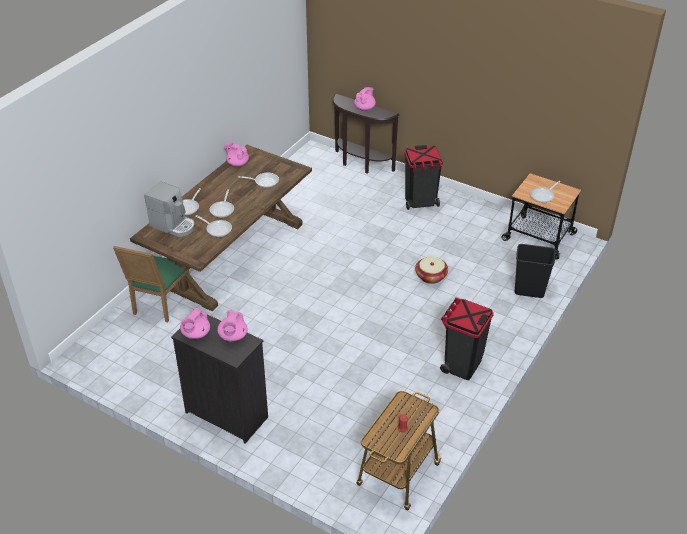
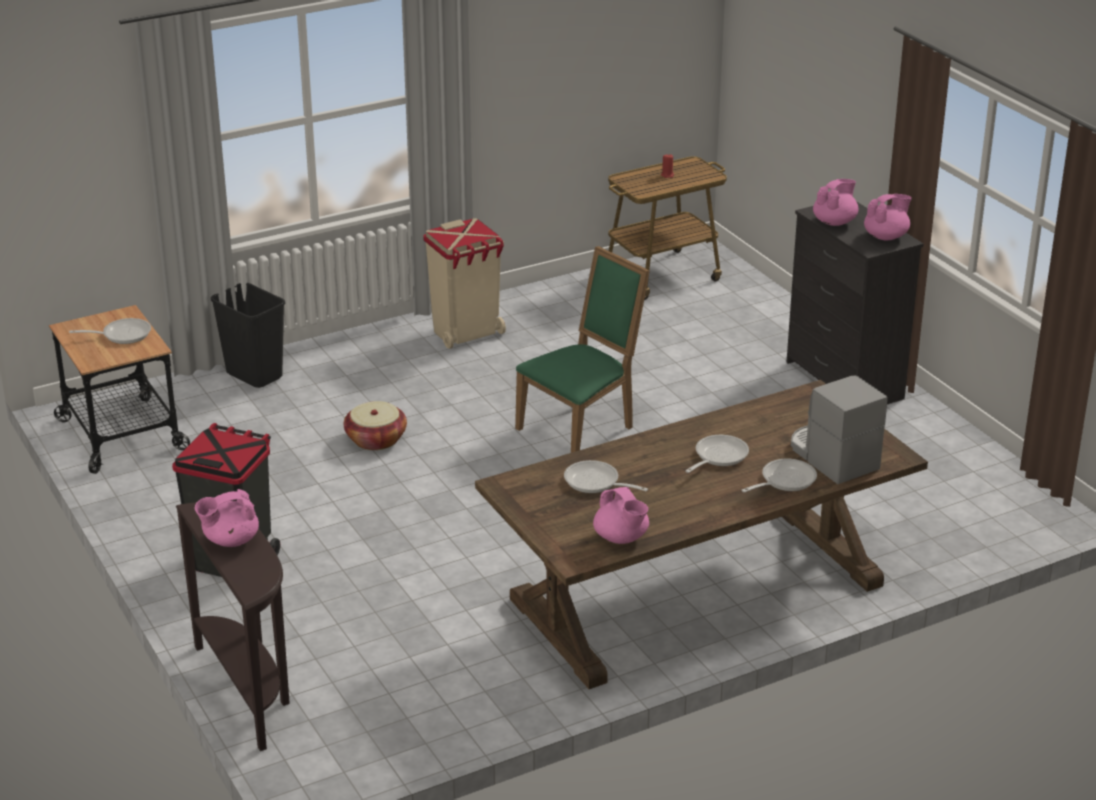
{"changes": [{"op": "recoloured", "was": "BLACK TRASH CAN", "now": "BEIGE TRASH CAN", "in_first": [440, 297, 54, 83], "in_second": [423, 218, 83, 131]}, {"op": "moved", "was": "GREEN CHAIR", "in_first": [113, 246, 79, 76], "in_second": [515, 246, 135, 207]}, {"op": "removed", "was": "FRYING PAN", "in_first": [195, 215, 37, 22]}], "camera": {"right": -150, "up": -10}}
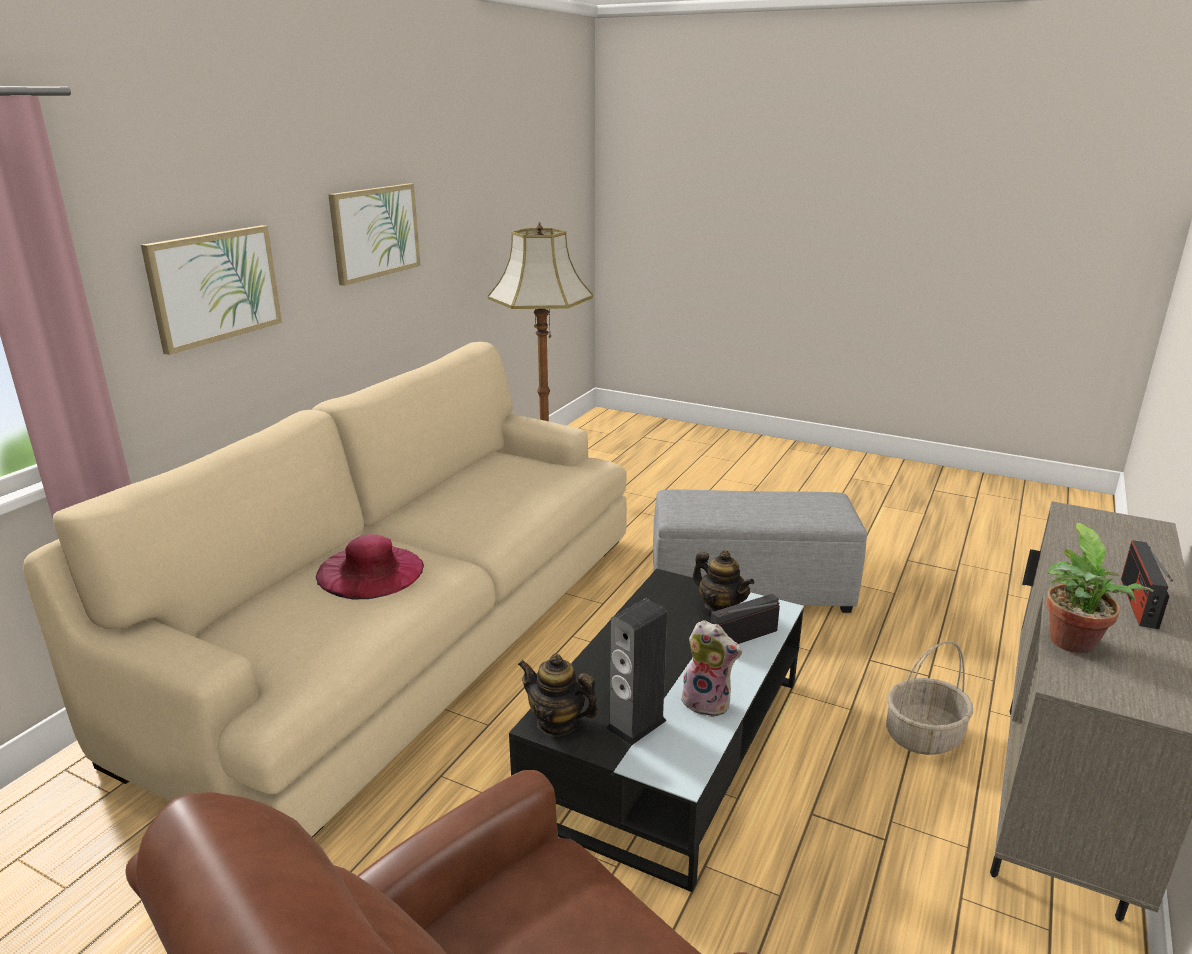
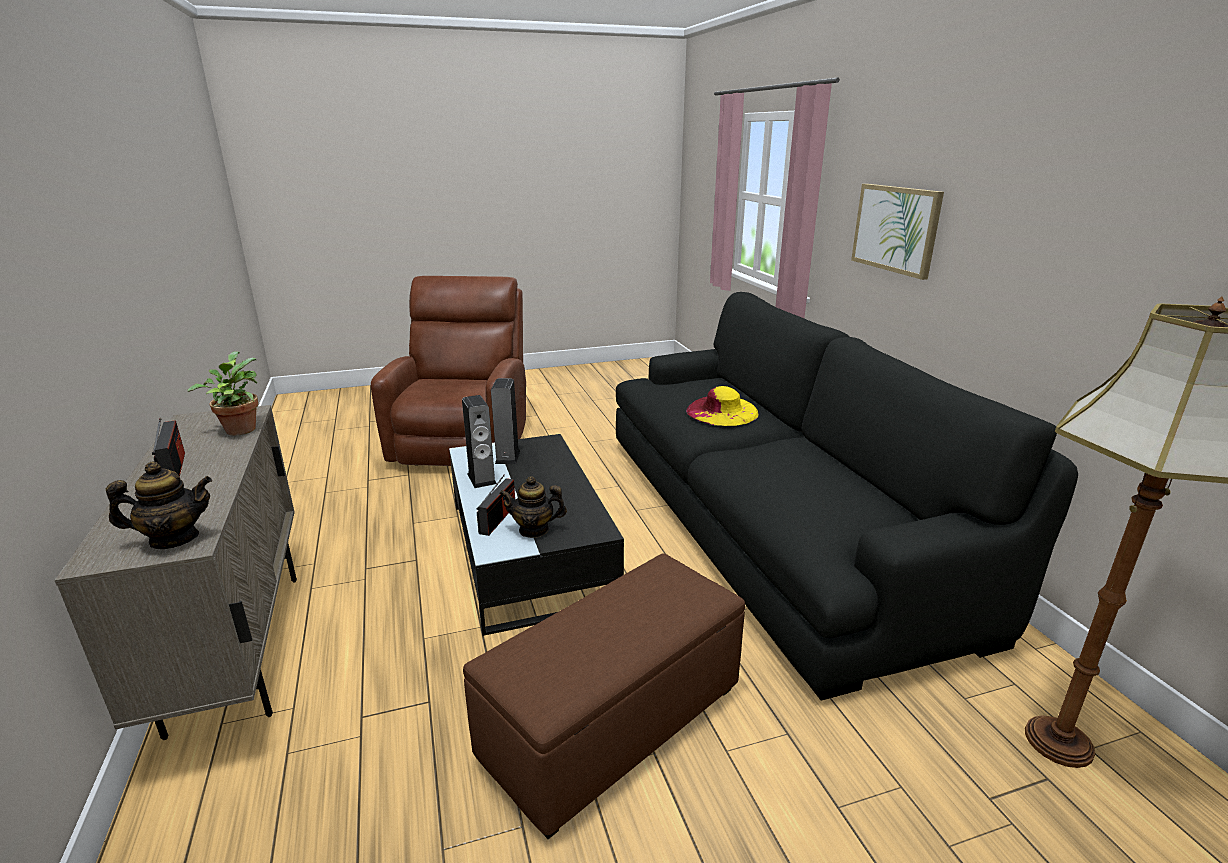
{"changes": [{"op": "moved", "was": "TEAPOT", "in_first": [518, 654, 81, 83], "in_second": [106, 461, 106, 88]}, {"op": "replaced", "was": "PLUSH TOY", "now": "SPEAKER", "in_first": [681, 620, 61, 98], "in_second": [462, 395, 35, 93]}, {"op": "recoloured", "was": "GREY OTTOMAN", "now": "BROWN OTTOMAN", "in_first": [653, 490, 214, 123], "in_second": [463, 553, 282, 286]}, {"op": "recoloured", "was": "BEIGE SOFA", "now": "BLACK SOFA", "in_first": [23, 342, 604, 496], "in_second": [616, 292, 462, 409]}, {"op": "recoloured", "was": "PINK HAT", "now": "YELLOW HAT", "in_first": [316, 534, 108, 66], "in_second": [686, 386, 73, 40]}, {"op": "removed", "was": "PICTURE", "in_first": [328, 183, 92, 103]}, {"op": "removed", "was": "BASKET", "in_first": [886, 641, 87, 114]}], "camera": {"right": 135, "up": 0}}
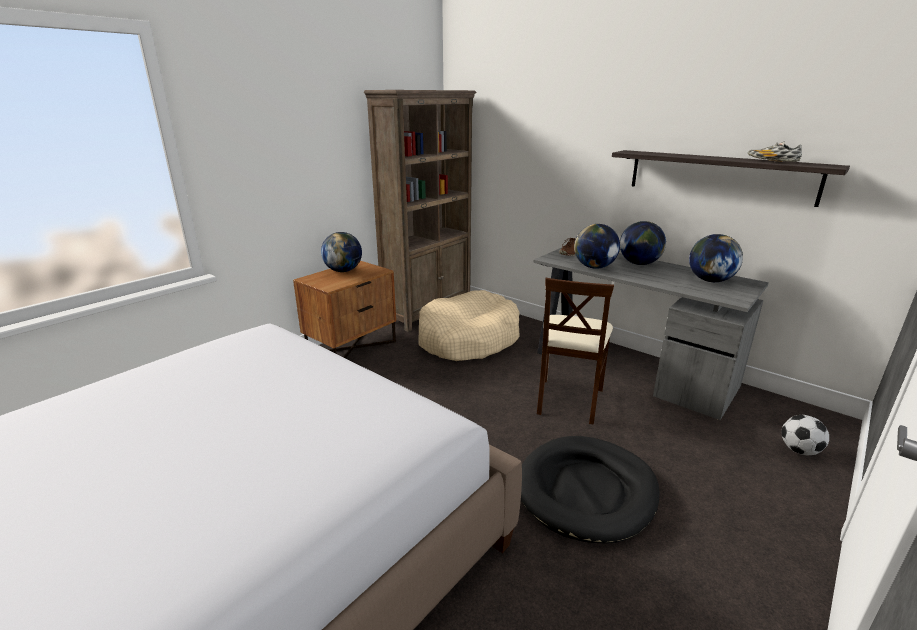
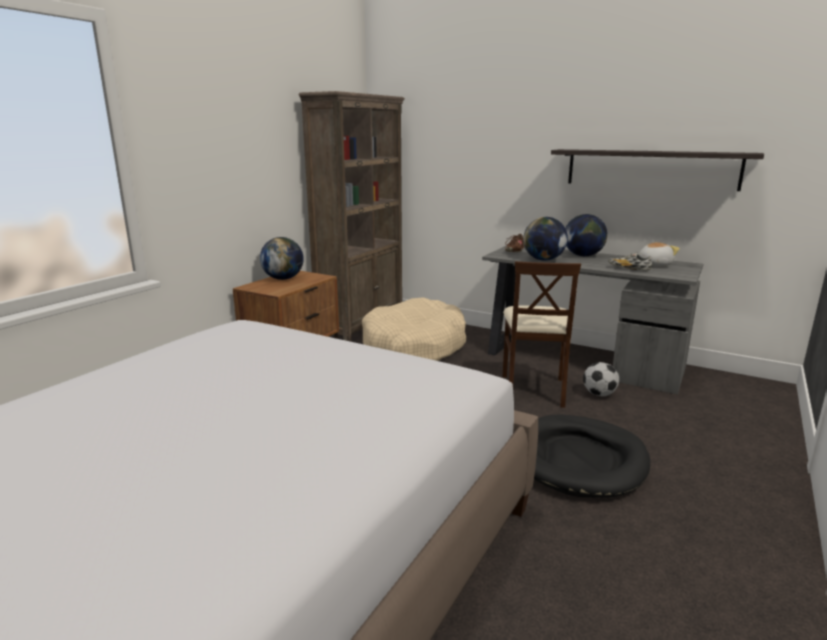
{"changes": [{"op": "moved", "was": "FOOTBALL", "in_first": [781, 415, 48, 40], "in_second": [583, 362, 36, 35]}, {"op": "moved", "was": "SHOE", "in_first": [748, 141, 54, 21], "in_second": [608, 252, 44, 19]}, {"op": "replaced", "was": "GLOBE", "now": "PLUSH TOY", "in_first": [689, 234, 54, 48], "in_second": [638, 242, 42, 24]}], "camera": {"right": -10, "up": -5}}
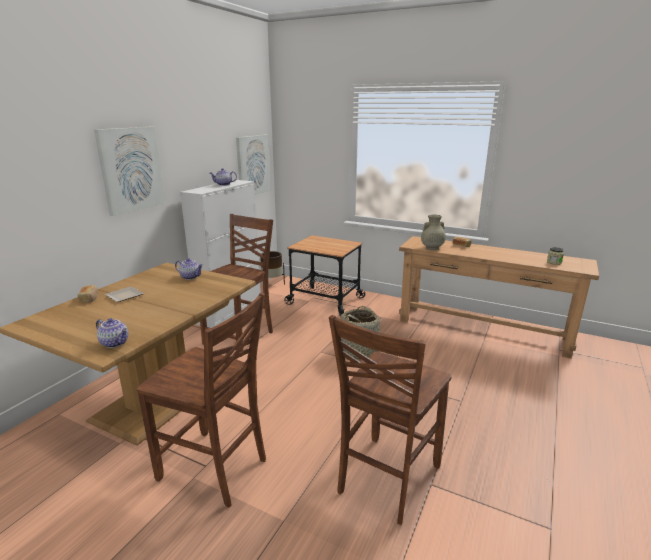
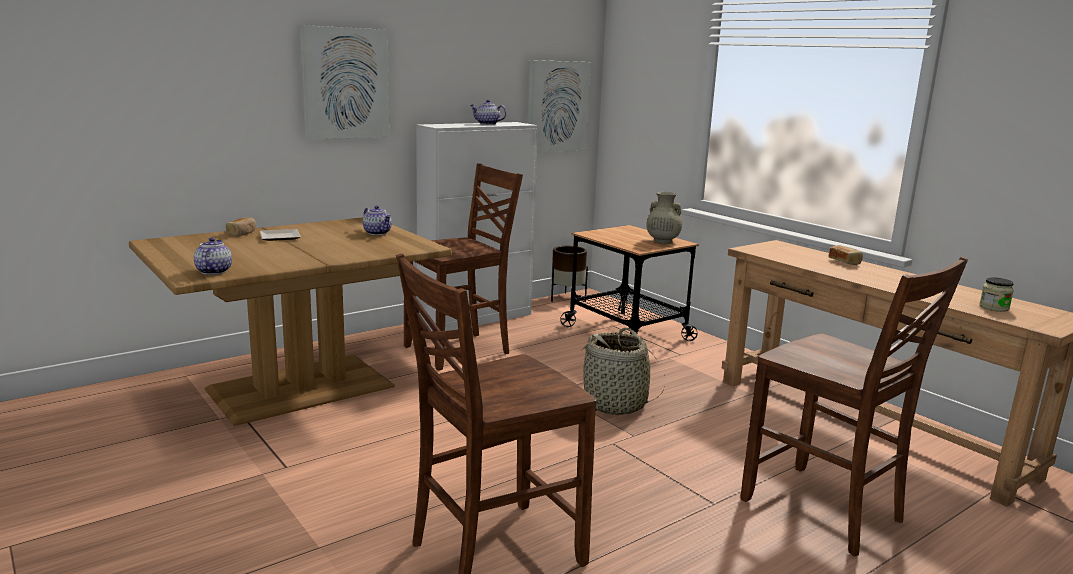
{"changes": [{"op": "turned", "was": "TEAPOT", "in_first": [96, 318, 32, 30], "in_second": [194, 237, 38, 38], "clockwise": -150}, {"op": "moved", "was": "BEIGE VASE", "in_first": [421, 215, 25, 35], "in_second": [647, 192, 35, 52]}, {"op": "moved", "was": "BROWN CHAIR", "in_first": [136, 293, 130, 215], "in_second": [740, 256, 228, 300]}], "camera": {"right": 25, "up": -5}}
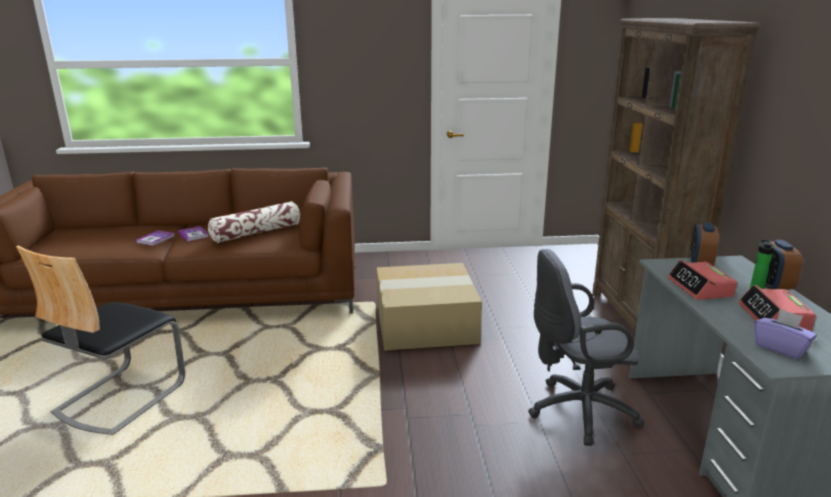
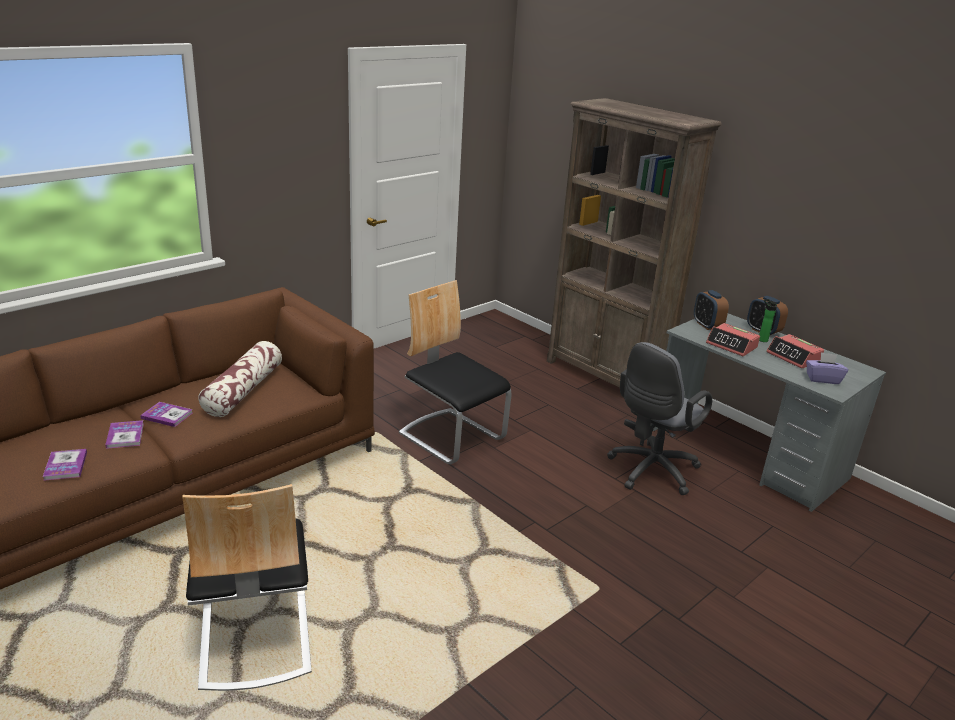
{"changes": [{"op": "added", "now": "BOOK", "in_second": [43, 449, 44, 32]}, {"op": "replaced", "was": "CARDBOARD BOX", "now": "CHAIR", "in_first": [377, 263, 105, 88], "in_second": [399, 280, 113, 184]}], "camera": {"right": -40, "up": 5}}
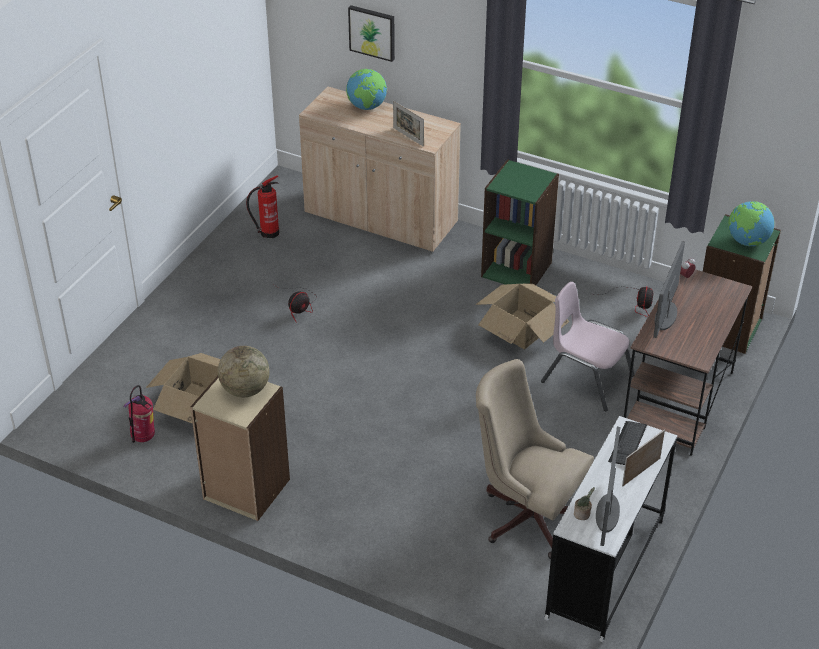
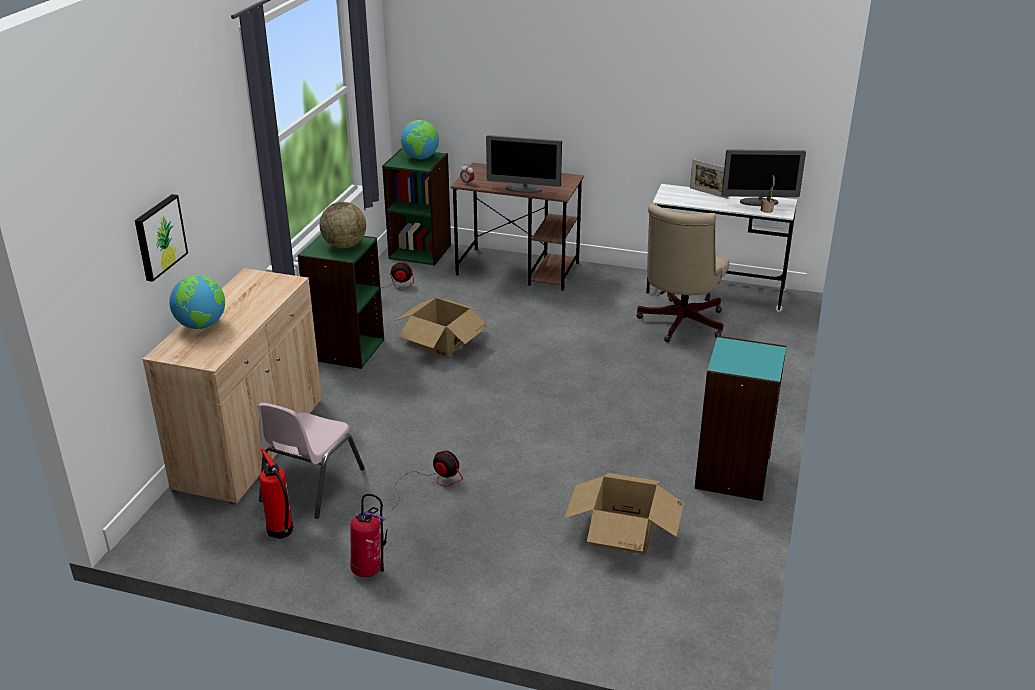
{"changes": [{"op": "moved", "was": "PINK CHAIR", "in_first": [541, 282, 93, 129], "in_second": [258, 403, 107, 116]}, {"op": "moved", "was": "GLOBE", "in_first": [218, 346, 52, 51], "in_second": [320, 202, 46, 46]}, {"op": "moved", "was": "FIRE EXTINGUISHER", "in_first": [123, 385, 32, 58], "in_second": [350, 494, 38, 83]}, {"op": "recoloured", "was": "BEIGE BOOKCASE", "now": "TURQUOISE BOOKCASE", "in_first": [190, 376, 100, 145], "in_second": [694, 336, 92, 165]}, {"op": "removed", "was": "PICTURE FRAME", "in_first": [393, 101, 31, 46]}, {"op": "removed", "was": "KEYBOARD", "in_first": [608, 421, 39, 44]}], "camera": {"right": -100, "up": -10}}
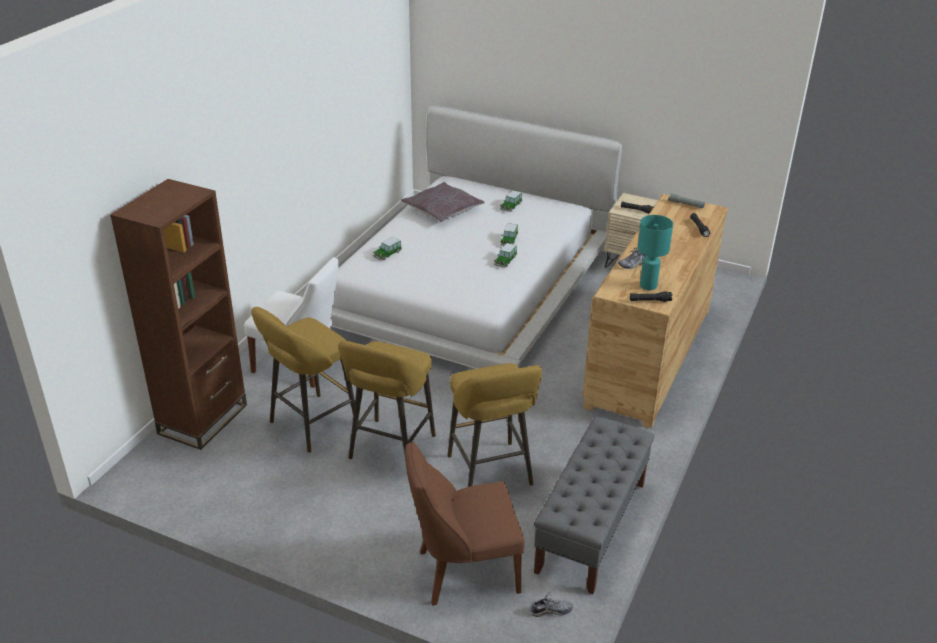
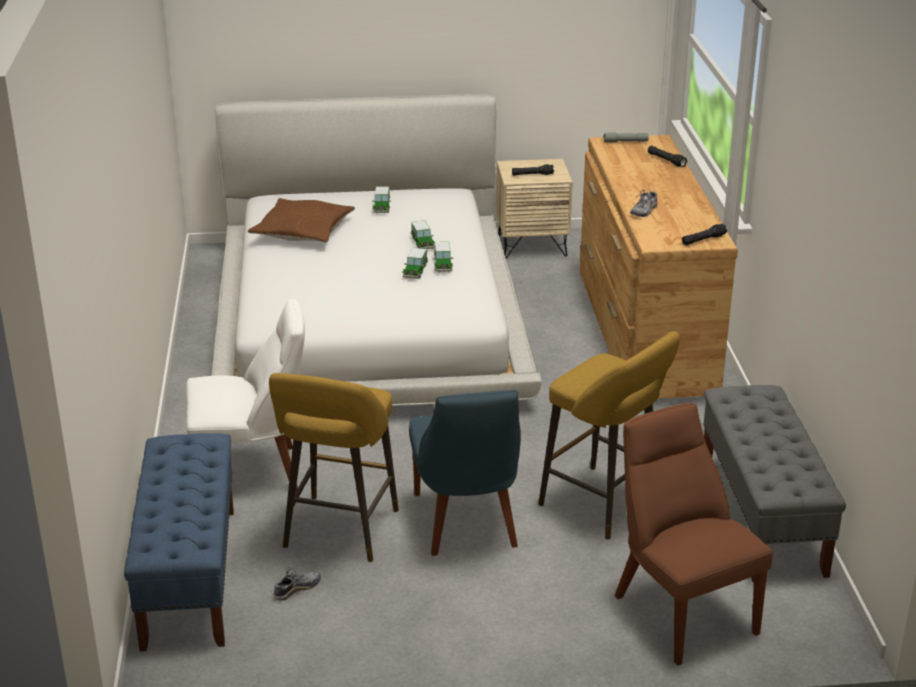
{"changes": [{"op": "replaced", "was": "BROWN BOOKCASE", "now": "BLUE BENCH", "in_first": [110, 179, 137, 271], "in_second": [124, 433, 110, 219]}, {"op": "recoloured", "was": "GREY PILLOW", "now": "BROWN PILLOW", "in_first": [401, 182, 84, 40], "in_second": [248, 198, 107, 44]}, {"op": "moved", "was": "SHOE", "in_first": [530, 592, 43, 25], "in_second": [274, 567, 47, 34]}, {"op": "moved", "was": "TOY CAR", "in_first": [373, 237, 29, 23], "in_second": [402, 248, 26, 31]}, {"op": "replaced", "was": "YELLOW STOOL", "now": "BLUE CHAIR", "in_first": [339, 340, 97, 122], "in_second": [409, 390, 112, 166]}, {"op": "turned", "was": "BROWN CHAIR", "in_first": [405, 442, 119, 163], "in_second": [614, 403, 158, 262], "clockwise": 105}, {"op": "removed", "was": "TURQUOISE TABLE LAMP", "in_first": [637, 215, 36, 75]}], "camera": {"right": -30, "up": -5}}
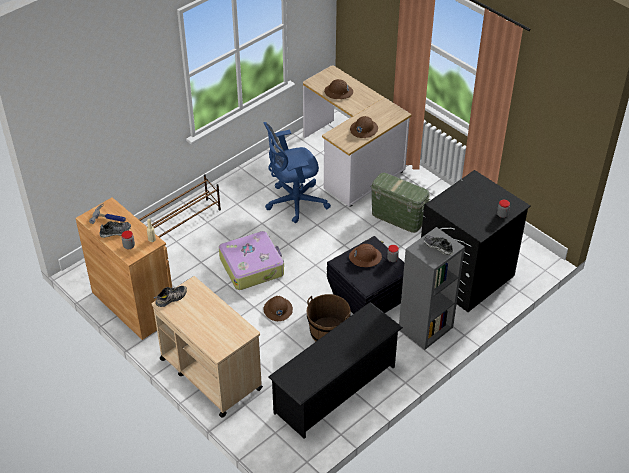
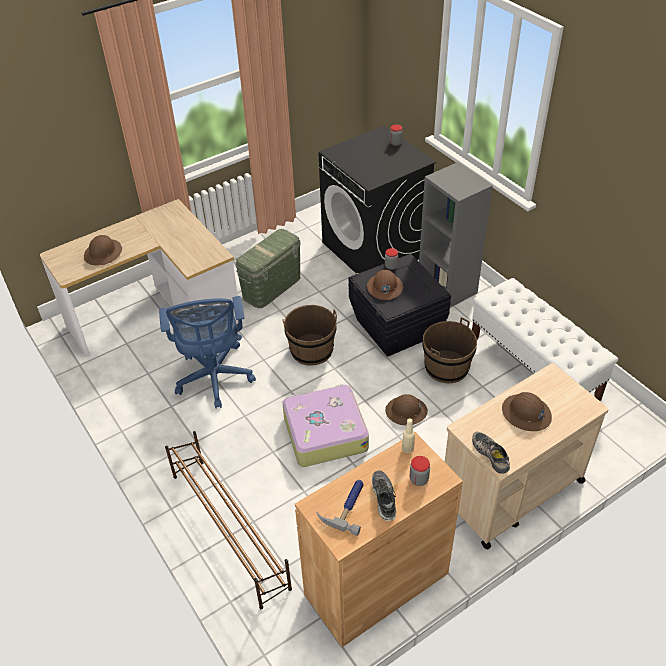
{"changes": [{"op": "added", "now": "BROWN BUCKET", "in_second": [282, 305, 55, 61]}, {"op": "replaced", "was": "BLACK SHOE RACK", "now": "WHITE BENCH", "in_first": [268, 302, 135, 137], "in_second": [472, 278, 146, 123]}, {"op": "moved", "was": "BROWN HARD HAT", "in_first": [350, 116, 28, 22], "in_second": [502, 392, 50, 39]}, {"op": "removed", "was": "SHOE", "in_first": [424, 235, 30, 20]}], "camera": {"right": -80, "up": 0}}
